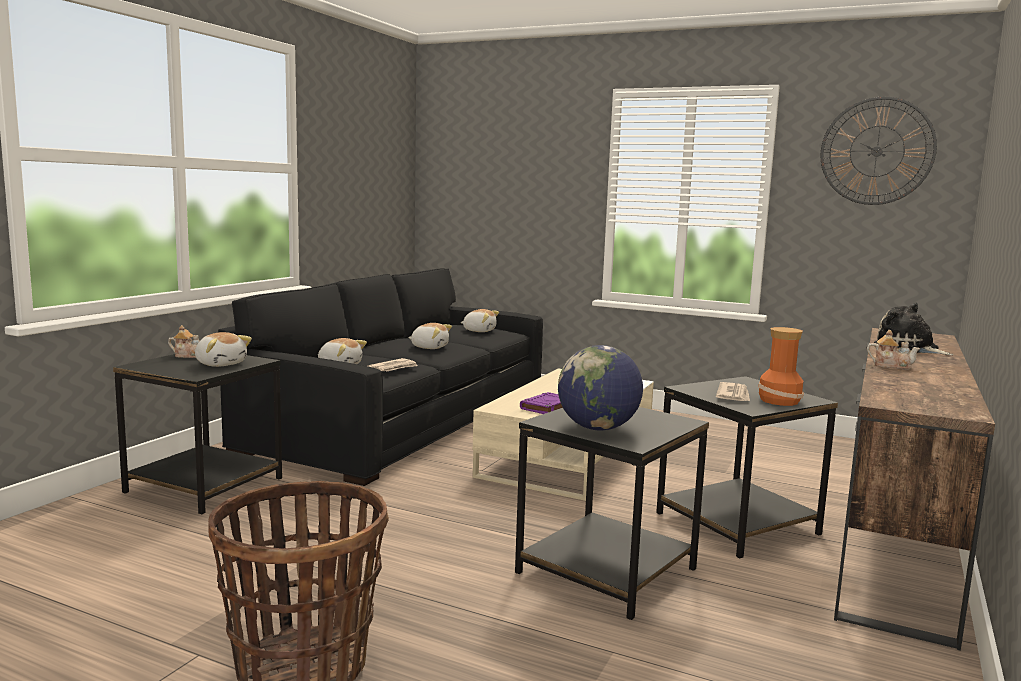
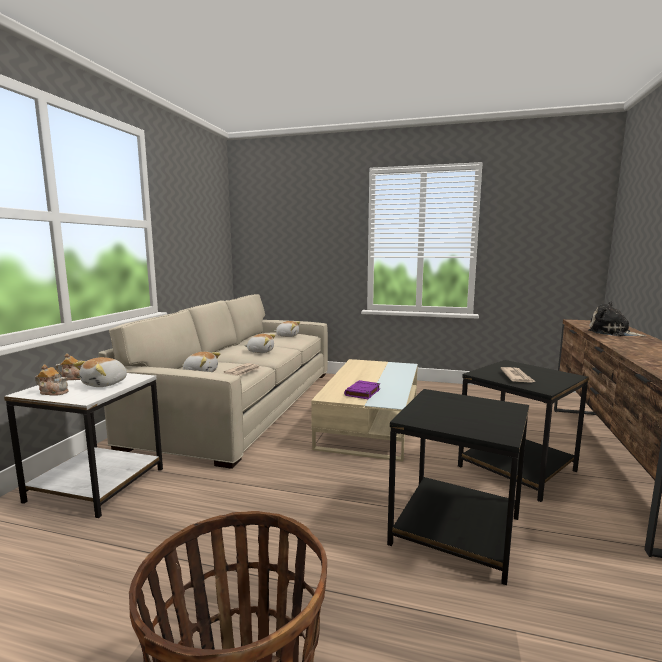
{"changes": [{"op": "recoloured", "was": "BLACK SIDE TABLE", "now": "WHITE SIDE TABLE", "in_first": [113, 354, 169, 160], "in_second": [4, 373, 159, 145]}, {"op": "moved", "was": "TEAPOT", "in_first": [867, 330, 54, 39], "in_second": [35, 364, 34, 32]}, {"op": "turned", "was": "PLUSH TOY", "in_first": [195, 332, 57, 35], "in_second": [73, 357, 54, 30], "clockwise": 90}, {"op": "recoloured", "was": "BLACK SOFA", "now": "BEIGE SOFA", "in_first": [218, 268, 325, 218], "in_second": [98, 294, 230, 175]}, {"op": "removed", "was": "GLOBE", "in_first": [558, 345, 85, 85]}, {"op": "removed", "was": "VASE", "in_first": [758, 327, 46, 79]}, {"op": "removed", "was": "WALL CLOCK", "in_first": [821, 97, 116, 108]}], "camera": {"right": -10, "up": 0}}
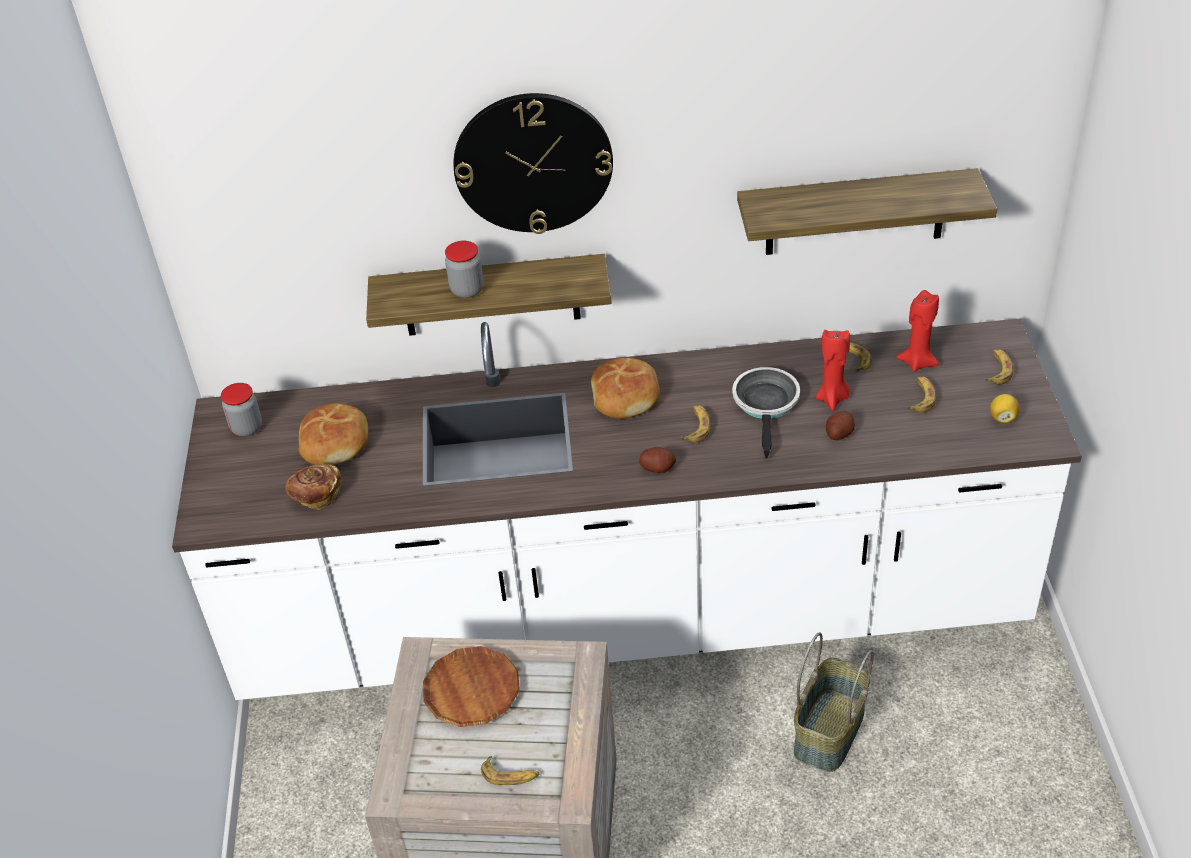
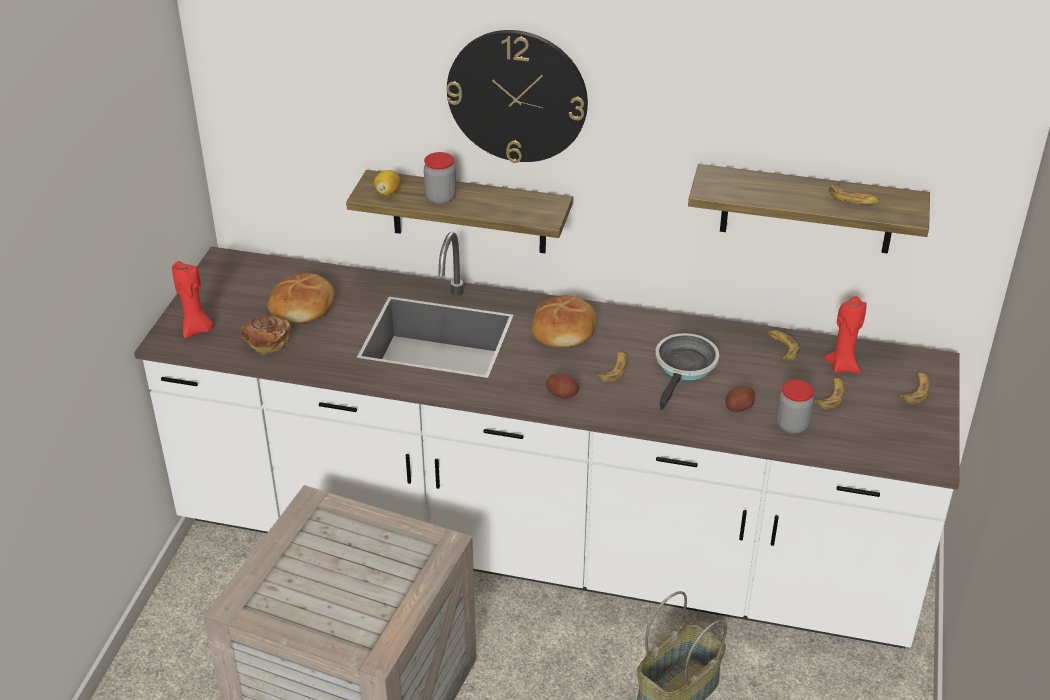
{"changes": [{"op": "moved", "was": "RED CANDLE", "in_first": [816, 330, 34, 81], "in_second": [172, 261, 41, 78]}, {"op": "moved", "was": "LEMON", "in_first": [990, 394, 29, 29], "in_second": [374, 170, 27, 25]}, {"op": "moved", "was": "JAR", "in_first": [221, 383, 41, 53], "in_second": [776, 379, 38, 55]}, {"op": "moved", "was": "BANANA", "in_first": [481, 756, 58, 29], "in_second": [829, 183, 52, 22]}, {"op": "removed", "was": "BROWN PLATE", "in_first": [423, 646, 97, 81]}], "camera": {"right": 15, "up": -5}}
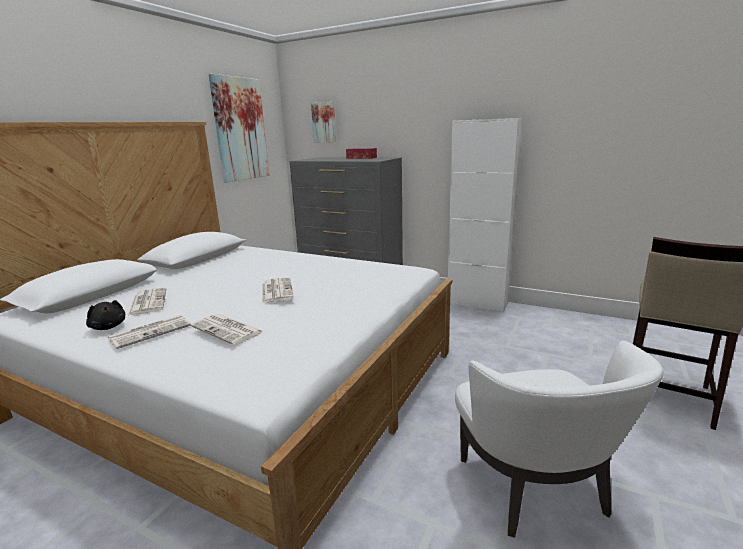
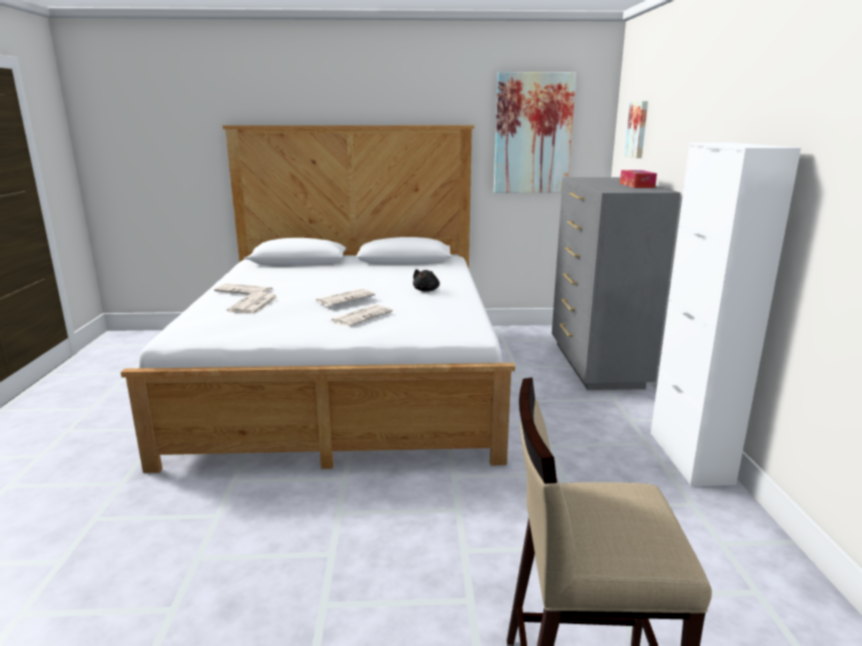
{"changes": [{"op": "moved", "was": "NEWSPAPER", "in_first": [128, 287, 38, 29], "in_second": [331, 305, 62, 22]}, {"op": "moved", "was": "BLACK PLUSH TOY", "in_first": [86, 300, 39, 30], "in_second": [413, 269, 27, 22]}, {"op": "removed", "was": "WHITE ARMCHAIR", "in_first": [455, 341, 209, 197]}], "camera": {"right": 60, "up": 0}}
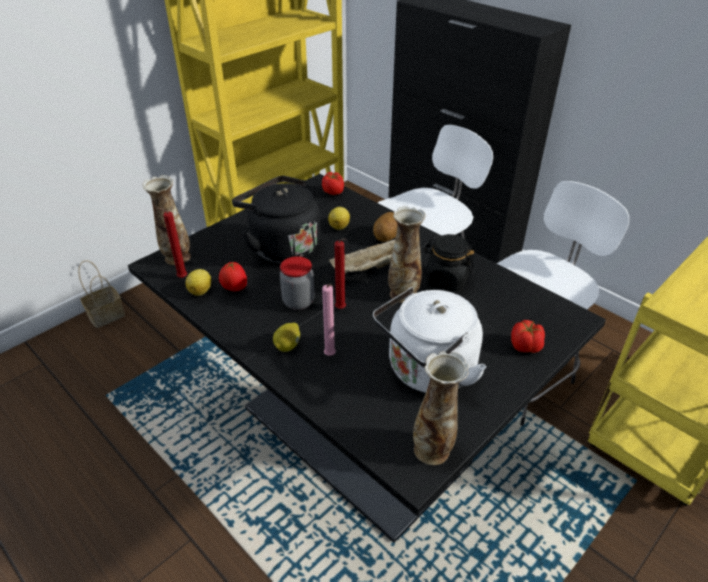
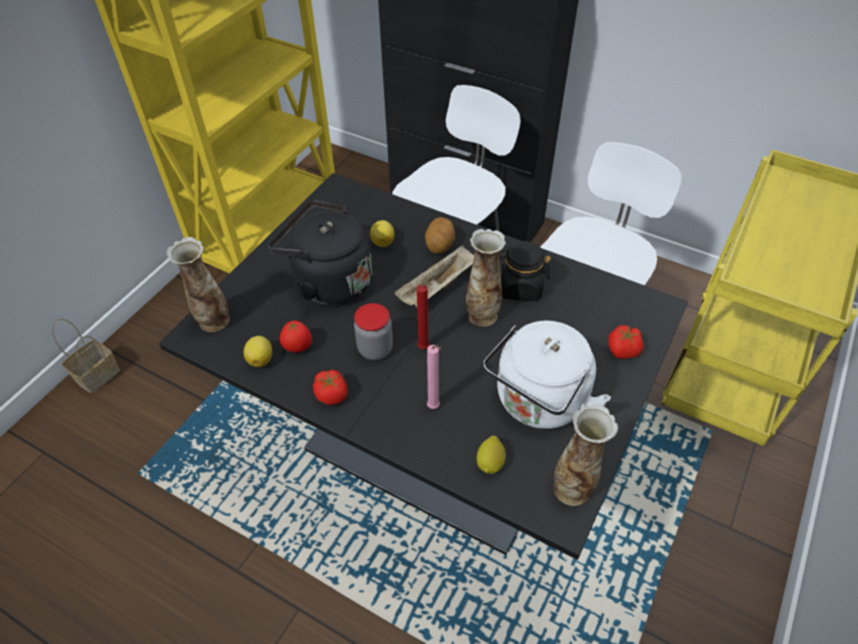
{"changes": [{"op": "moved", "was": "TOMATO", "in_first": [322, 172, 22, 23], "in_second": [313, 370, 34, 35]}, {"op": "moved", "was": "LEMON", "in_first": [273, 323, 27, 29], "in_second": [476, 436, 30, 38]}, {"op": "removed", "was": "RED CANDLE", "in_first": [156, 207, 31, 71]}], "camera": {"right": -15, "up": 10}}
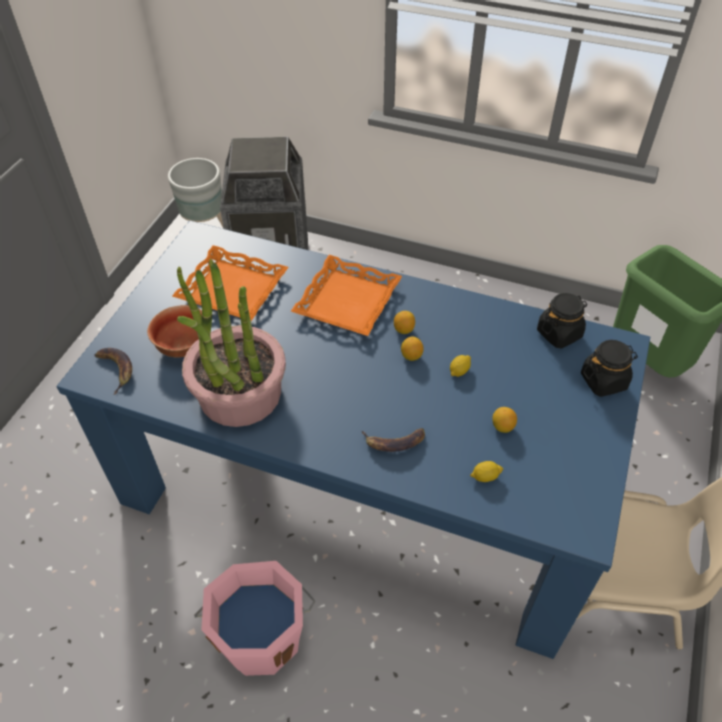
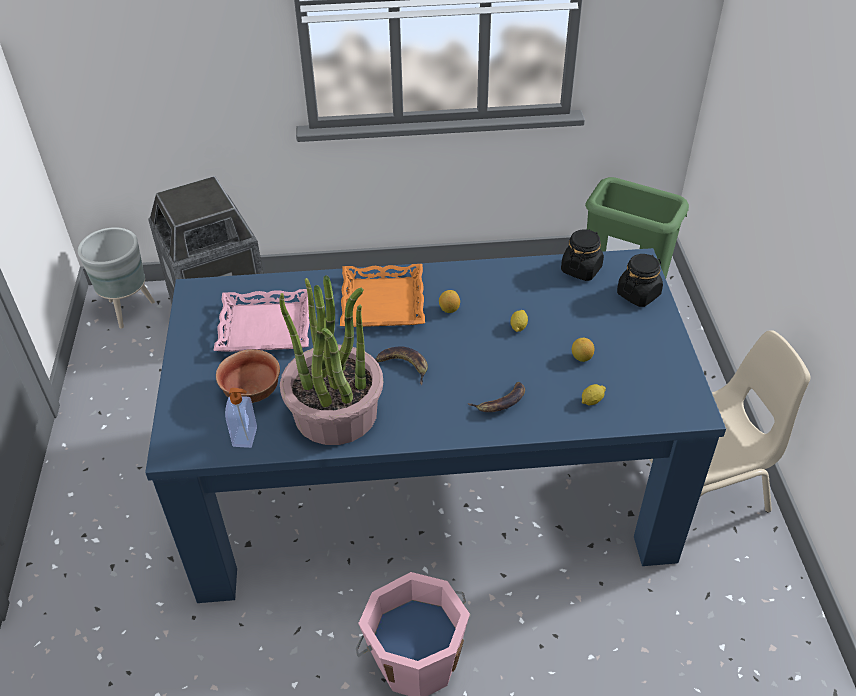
{"changes": [{"op": "recoloured", "was": "ORANGE TRAY", "now": "PINK TRAY", "in_first": [172, 245, 116, 76], "in_second": [213, 289, 97, 63]}, {"op": "added", "now": "SOAP DISPENSER", "in_second": [225, 388, 32, 60]}, {"op": "moved", "was": "BANANA", "in_first": [95, 348, 37, 47], "in_second": [375, 346, 53, 39]}, {"op": "removed", "was": "LEMON", "in_first": [401, 337, 23, 24]}], "camera": {"right": -25, "up": -5}}
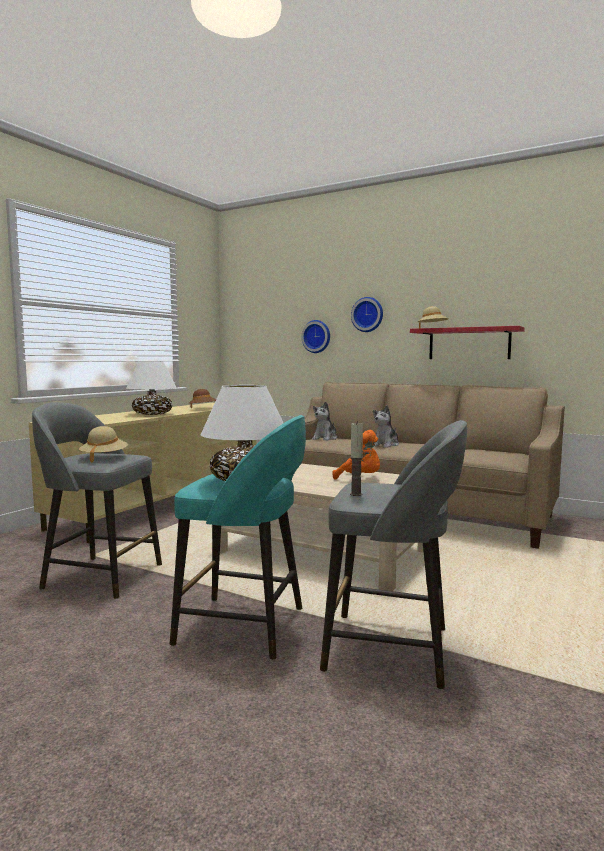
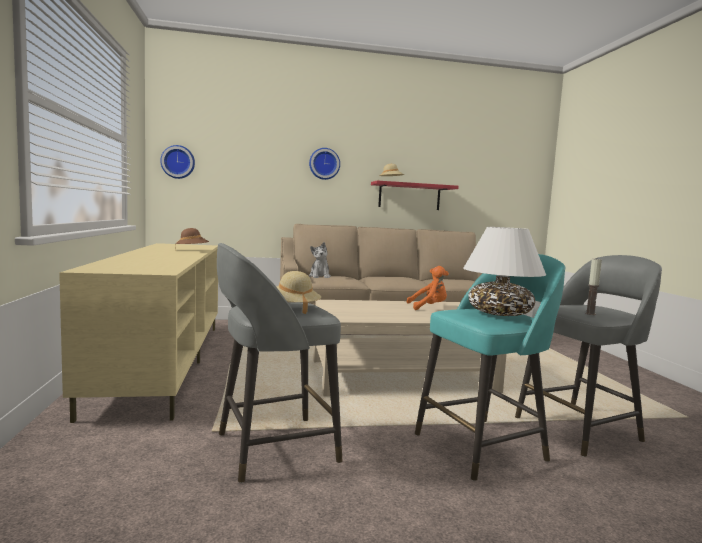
{"changes": [{"op": "moved", "was": "WALL CLOCK", "in_first": [301, 320, 29, 33], "in_second": [160, 145, 35, 34]}, {"op": "removed", "was": "WHITE TABLE LAMP", "in_first": [126, 361, 51, 54]}, {"op": "removed", "was": "PLUSH TOY", "in_first": [373, 405, 26, 43]}], "camera": {"right": -40, "up": 0}}
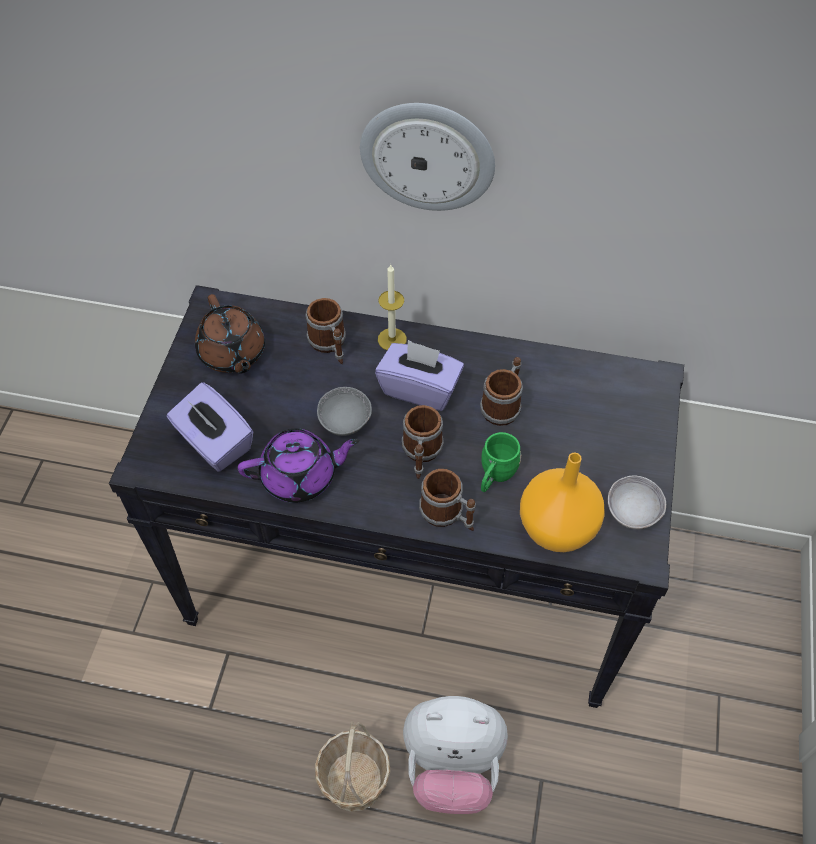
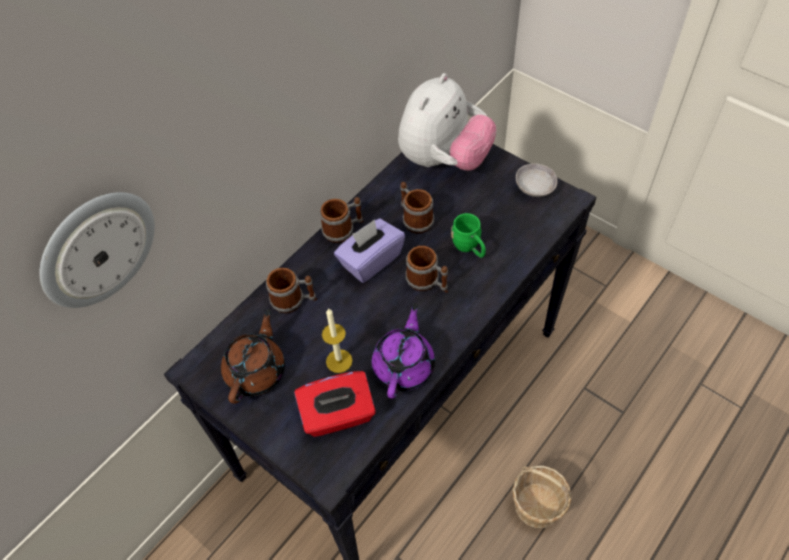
{"changes": [{"op": "moved", "was": "WALL CLOCK", "in_first": [360, 103, 135, 108], "in_second": [39, 192, 116, 116]}, {"op": "turned", "was": "BROWN TEAPOT", "in_first": [195, 294, 70, 79], "in_second": [221, 309, 64, 95], "clockwise": -75}, {"op": "recoloured", "was": "PURPLE TISSUE BOX", "now": "RED TISSUE BOX", "in_first": [167, 382, 86, 90], "in_second": [294, 371, 82, 66]}, {"op": "moved", "was": "MUG", "in_first": [419, 469, 57, 62], "in_second": [320, 197, 44, 46]}, {"op": "moved", "was": "CANDLE", "in_first": [378, 265, 29, 85], "in_second": [322, 308, 30, 65]}, {"op": "moved", "was": "PLUSH TOY", "in_first": [403, 696, 105, 118], "in_second": [398, 73, 99, 98]}, {"op": "removed", "was": "GREY BOWL", "in_first": [317, 387, 55, 49]}, {"op": "removed", "was": "ORANGE VASE", "in_first": [520, 453, 85, 99]}], "camera": {"right": -60, "up": 0}}
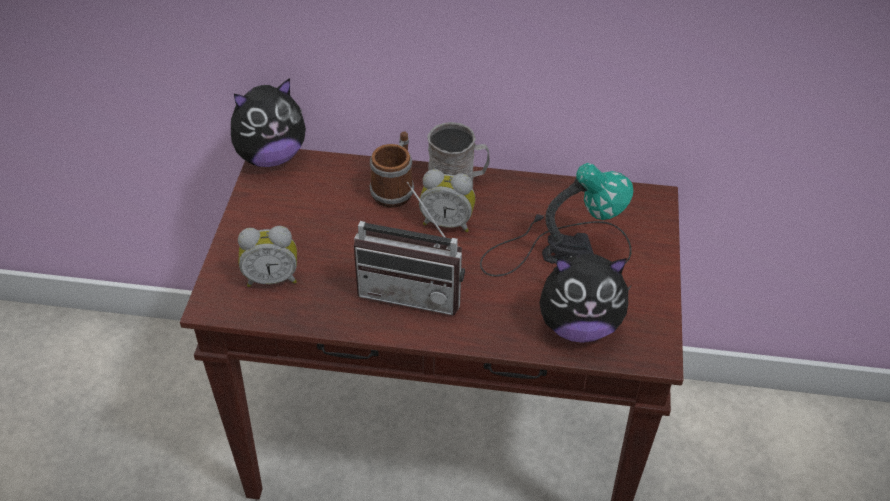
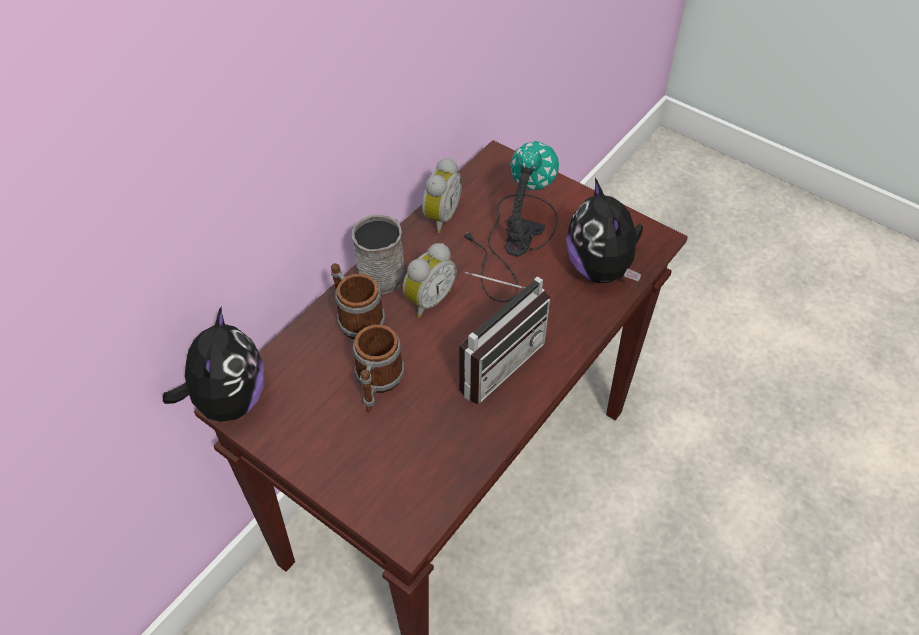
{"changes": [{"op": "added", "now": "MUG", "in_second": [353, 325, 51, 87]}, {"op": "moved", "was": "ALARM CLOCK", "in_first": [238, 226, 59, 61], "in_second": [422, 158, 40, 75]}, {"op": "turned", "was": "PLUSH TOY", "in_first": [539, 254, 92, 89], "in_second": [566, 178, 77, 105], "clockwise": 135}], "camera": {"right": -60, "up": 5}}
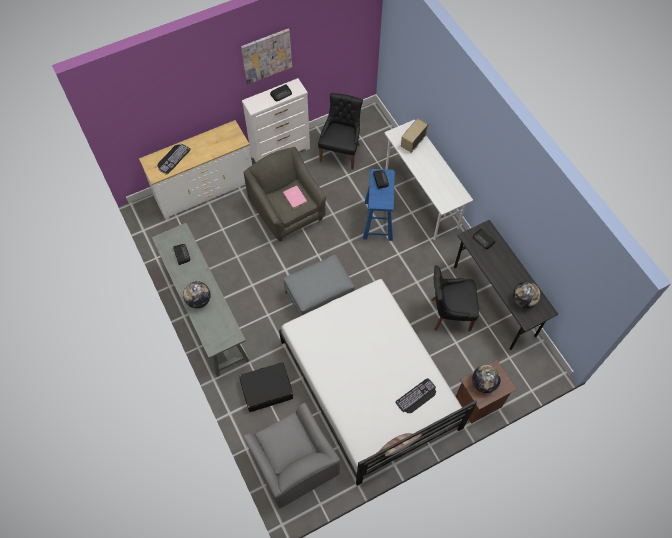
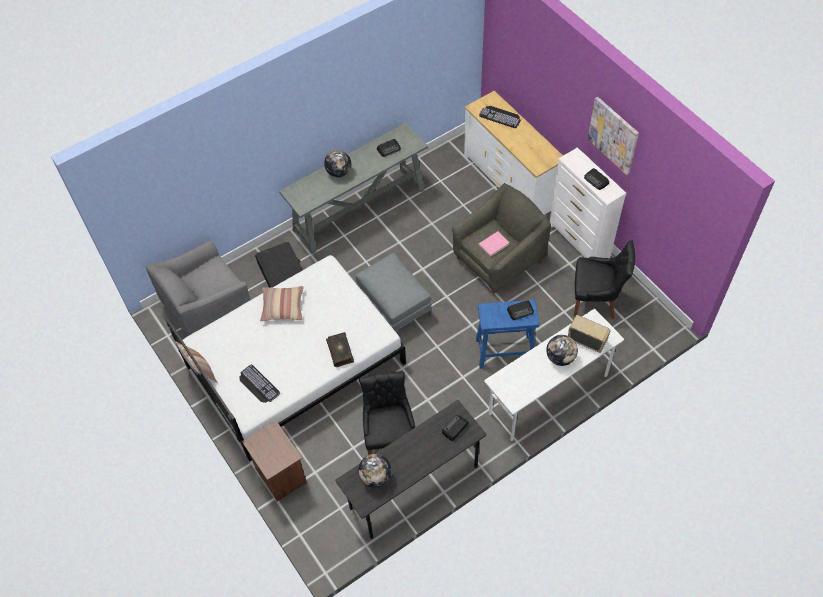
{"changes": [{"op": "added", "now": "PILLOW", "in_second": [260, 286, 44, 35]}, {"op": "added", "now": "BOOK", "in_second": [326, 332, 28, 35]}, {"op": "moved", "was": "GLOBE", "in_first": [472, 365, 29, 28], "in_second": [546, 335, 32, 31]}], "camera": {"right": 85, "up": -5}}
